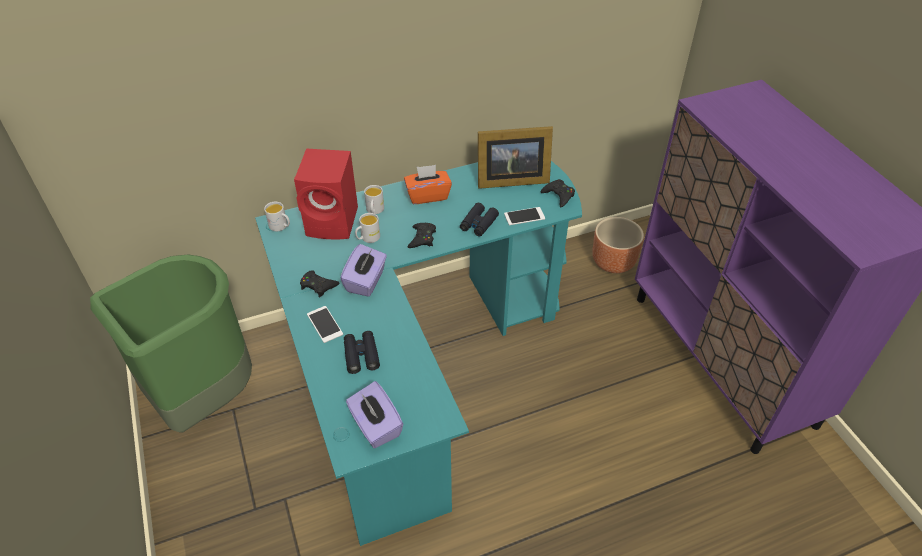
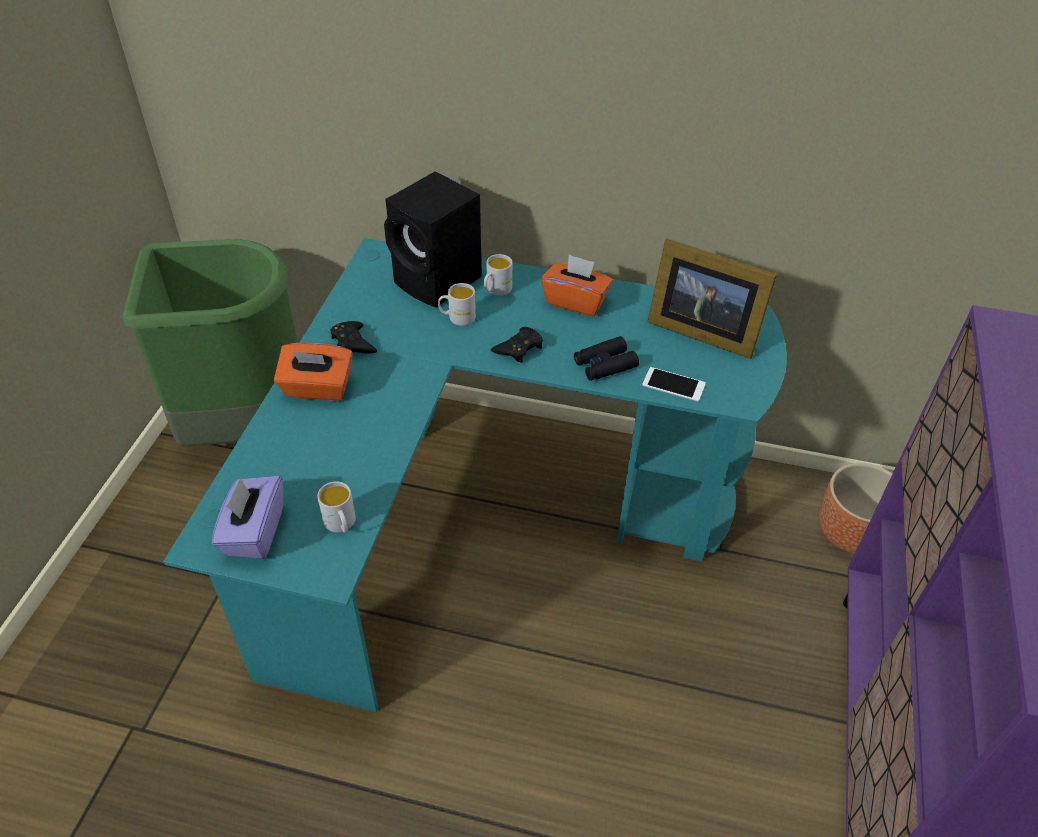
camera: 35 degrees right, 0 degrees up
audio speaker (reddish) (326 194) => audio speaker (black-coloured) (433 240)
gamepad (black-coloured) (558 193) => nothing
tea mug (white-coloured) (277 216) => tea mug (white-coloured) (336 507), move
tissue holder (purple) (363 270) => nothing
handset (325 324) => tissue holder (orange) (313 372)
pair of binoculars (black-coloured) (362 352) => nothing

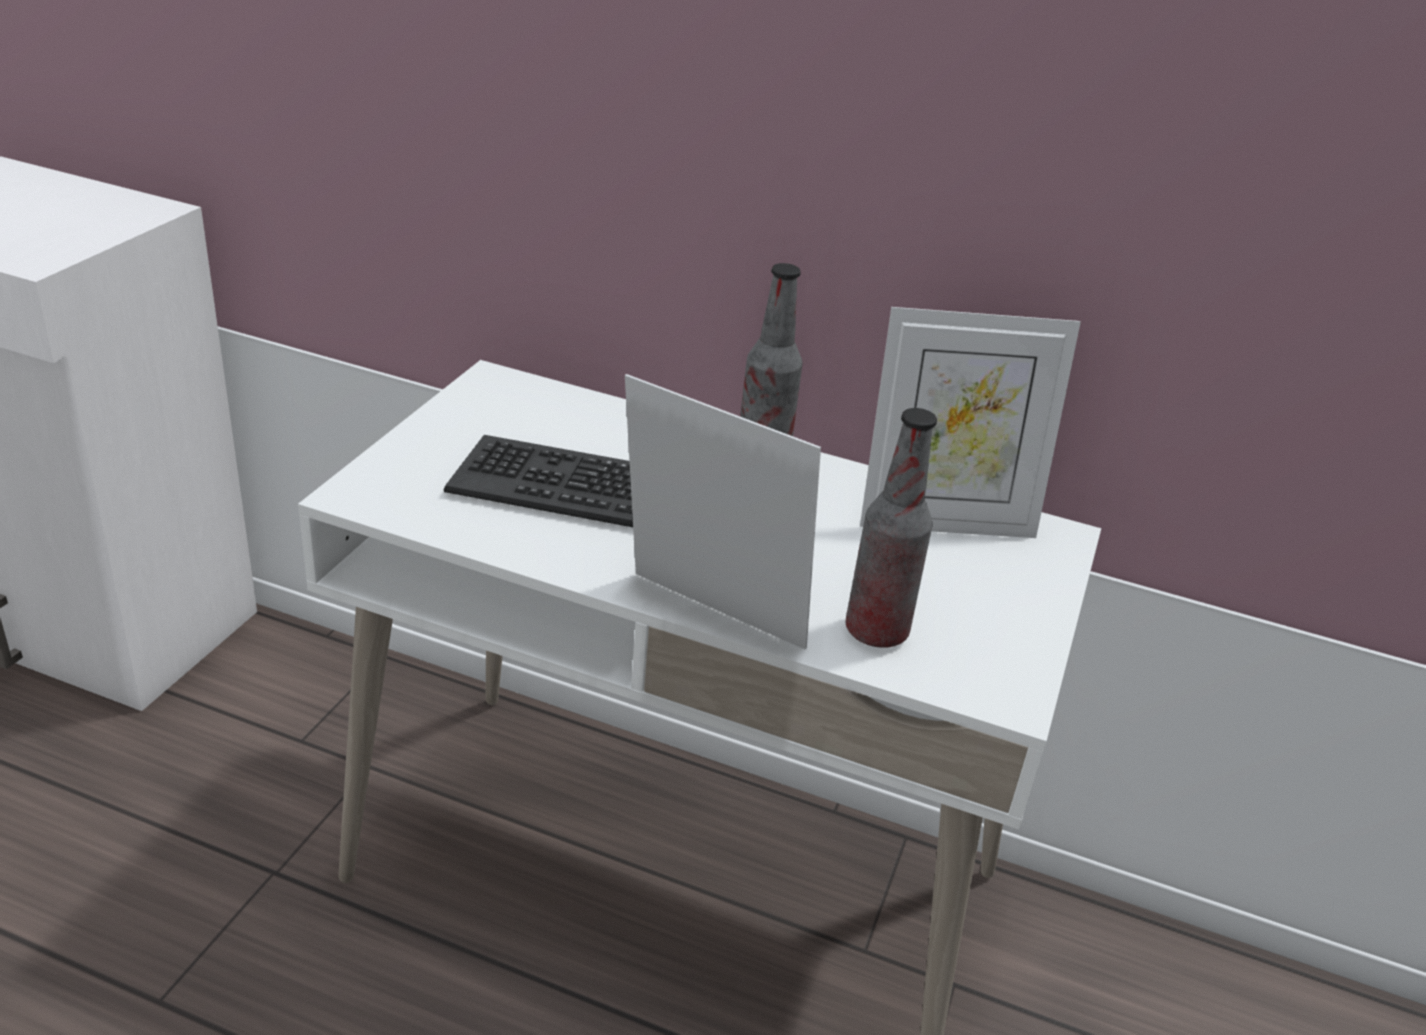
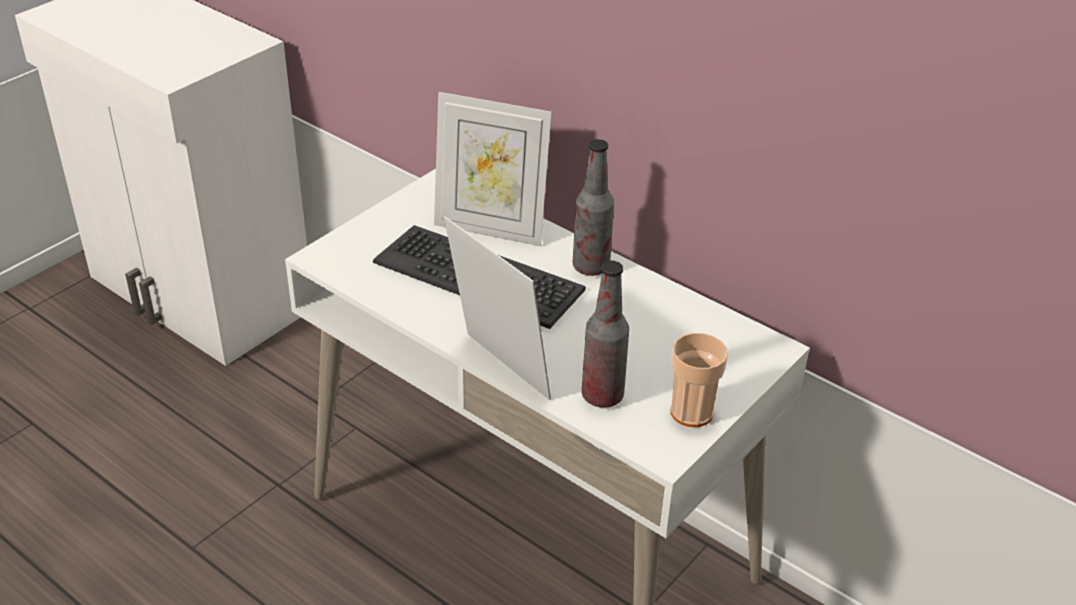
camera: 20 degrees right, 5 degrees up
standing frame (970 422) => standing frame (493 169), move
nothing => small cup (699 380)

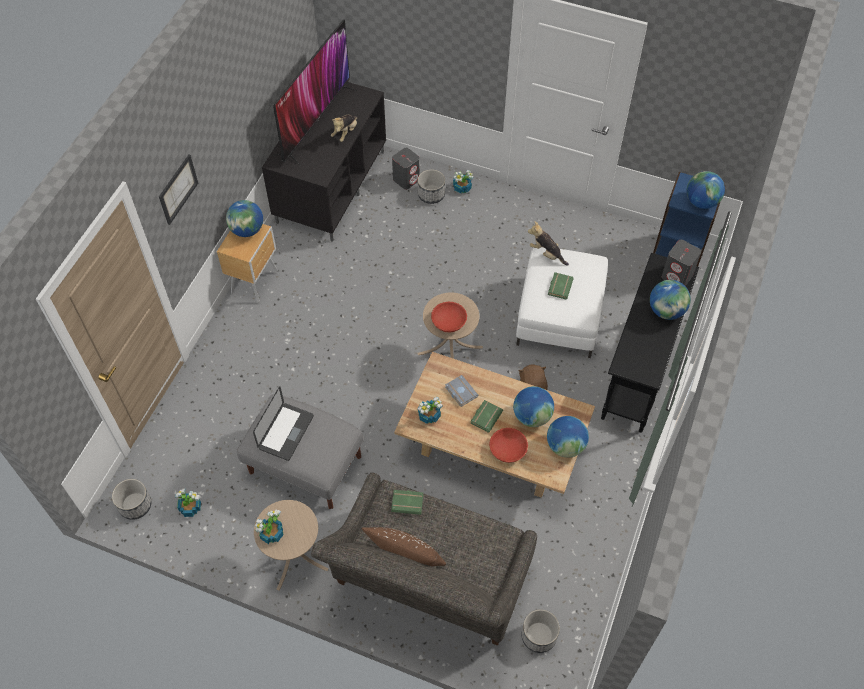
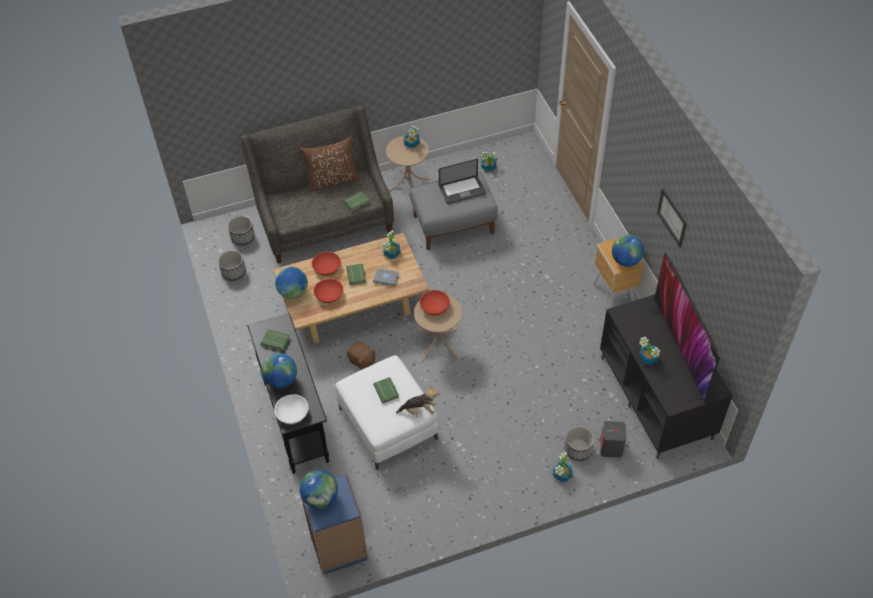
camera: 140 degrees right, 5 degrees down
cuddly toy (344 128) => houseplant (649 351)
wall art (178 189) => wall art (672 218), move
audio speaker (grey) (681 263) => bowl (white-coloured) (291 409)
notebook computer (283 423) => notebook computer (462 181), 90 degrees counterclockwise
world globe (533 406) => bowl (reddish) (328 290)
planter (131 499) => planter (232 265), move
nothing => volume (greenish) (276 340)

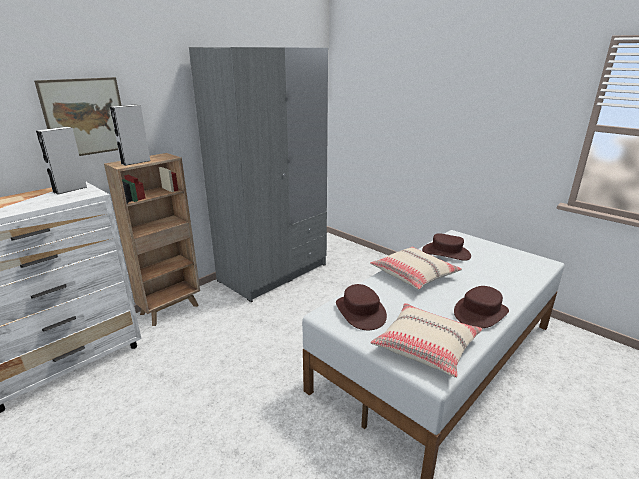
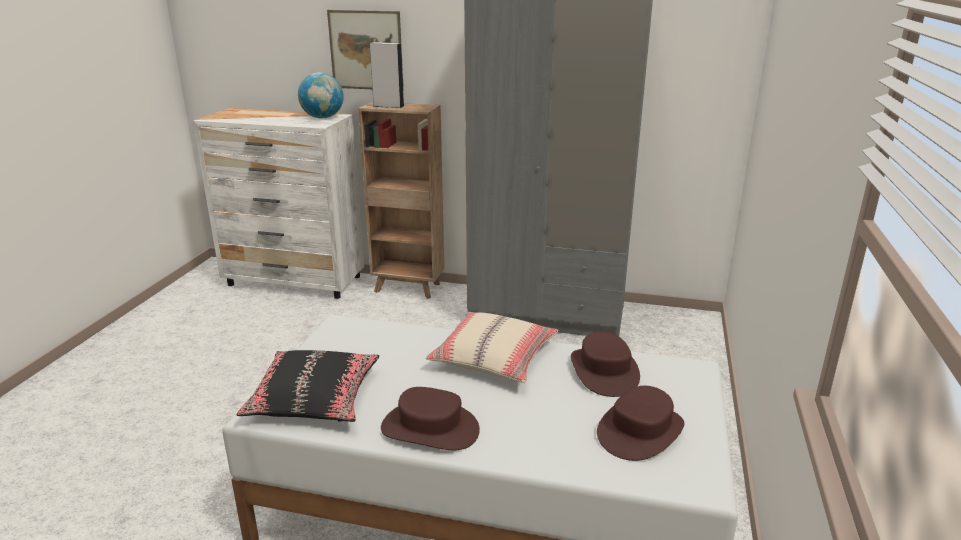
camera: 60 degrees right, 0 degrees up
audio speaker (grey) (61 160) => world globe (321 95)
wearable hat (brown) (361 307) => wearable hat (brown) (640 423), move
cushion (beige) (427 340) => cushion (black-coloured) (307 386)

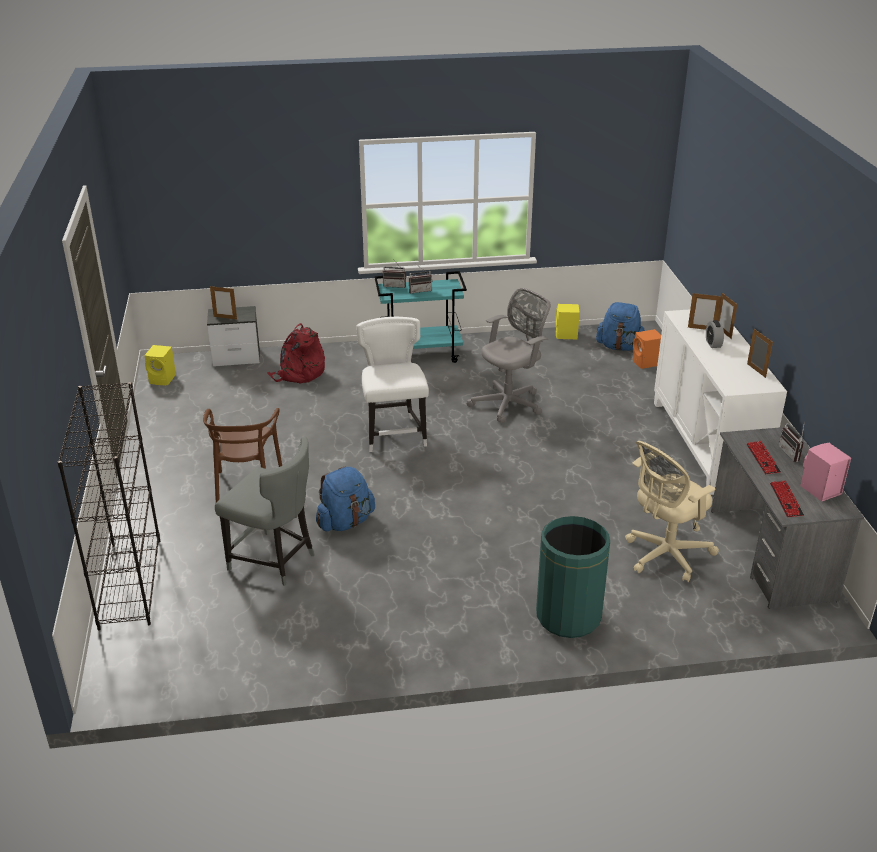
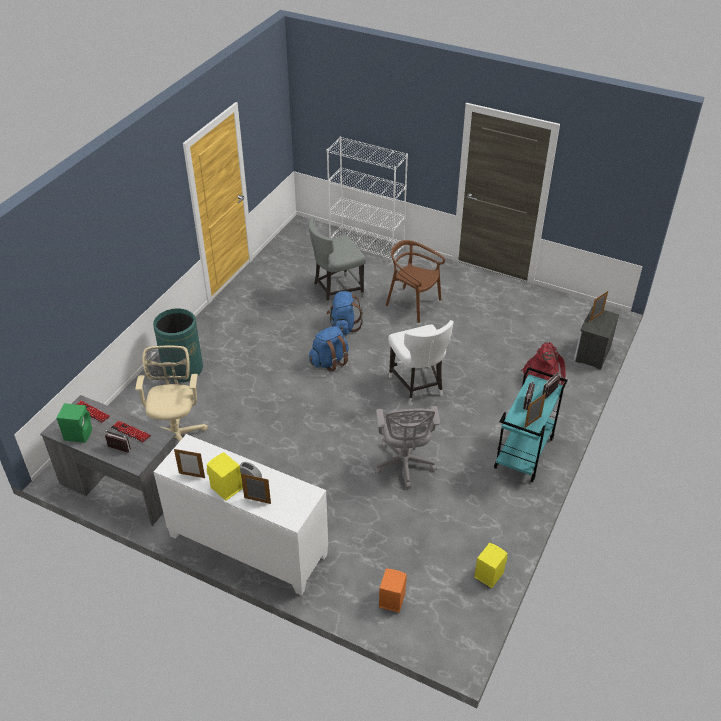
camera: 125 degrees right, 10 degrees up
standing frame (705 311) => standing frame (535 410), move
knapsack (bluish) (620 326) => knapsack (bluish) (329 349), move
plain chair (white-coloured) (392 384) => plain chair (white-coloured) (421 362), 45 degrees clockwise
audio speaker (yellow-coloured) (160 365) => audio speaker (yellow-coloured) (225 476), move
bookcase (black-coloured) (109 506) => bookcase (white-coloured) (367 200)
audio speaker (pink) (825 472) => audio speaker (greenish) (74 423)

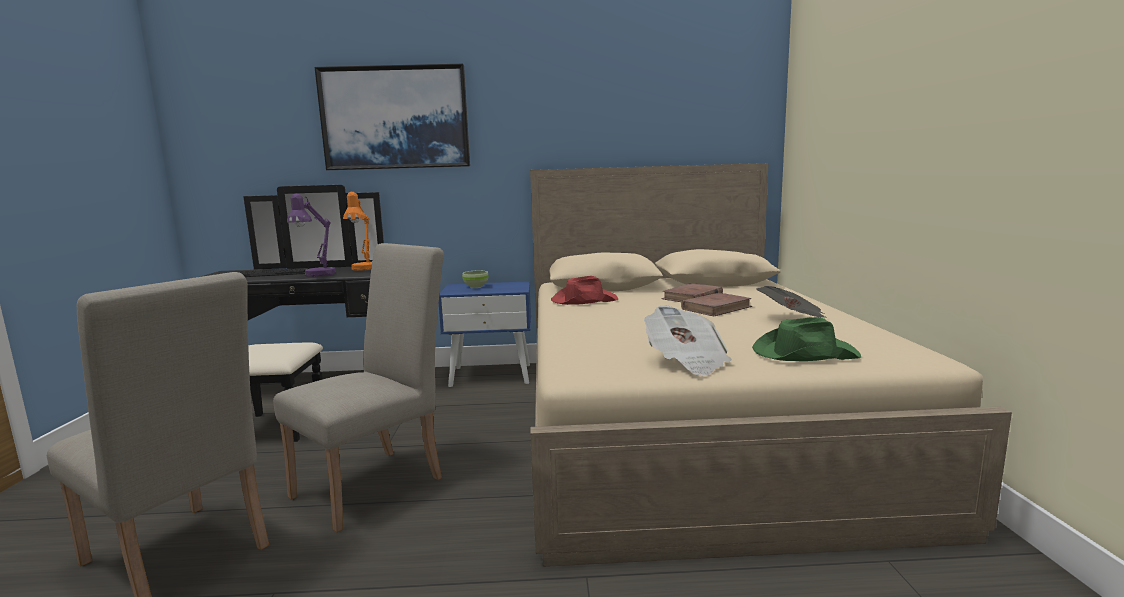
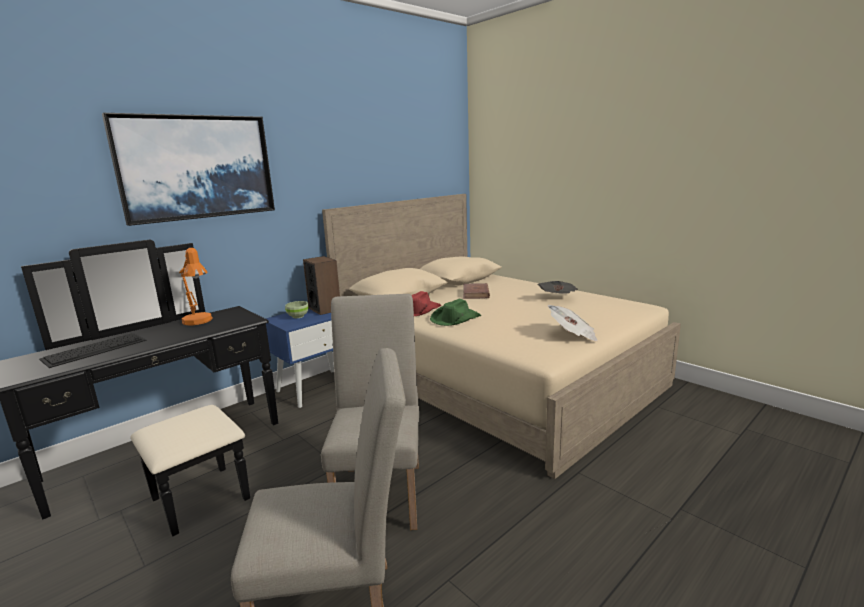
camera: 40 degrees left, 5 degrees up
table lamp (purple) (311 235) => nothing
volume (brown) (716 304) => nothing
wearable hat (greenish) (806 339) => wearable hat (greenish) (455 312), move
nothing => audio speaker (321 285)

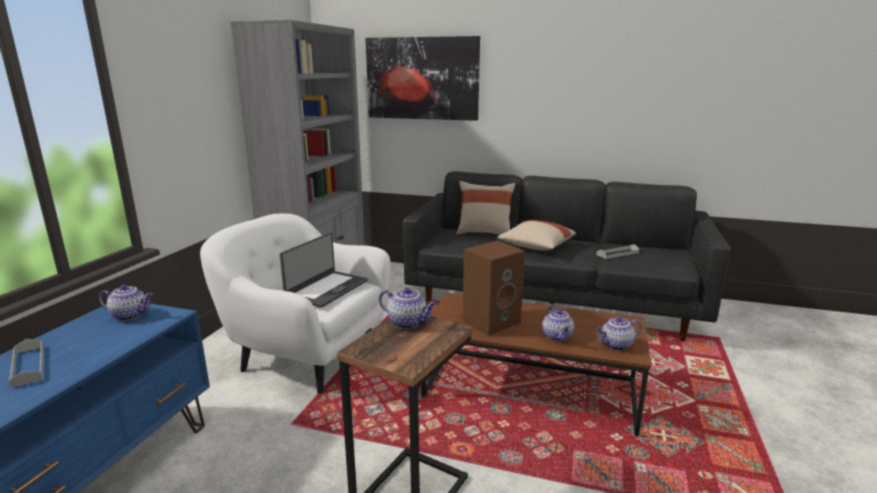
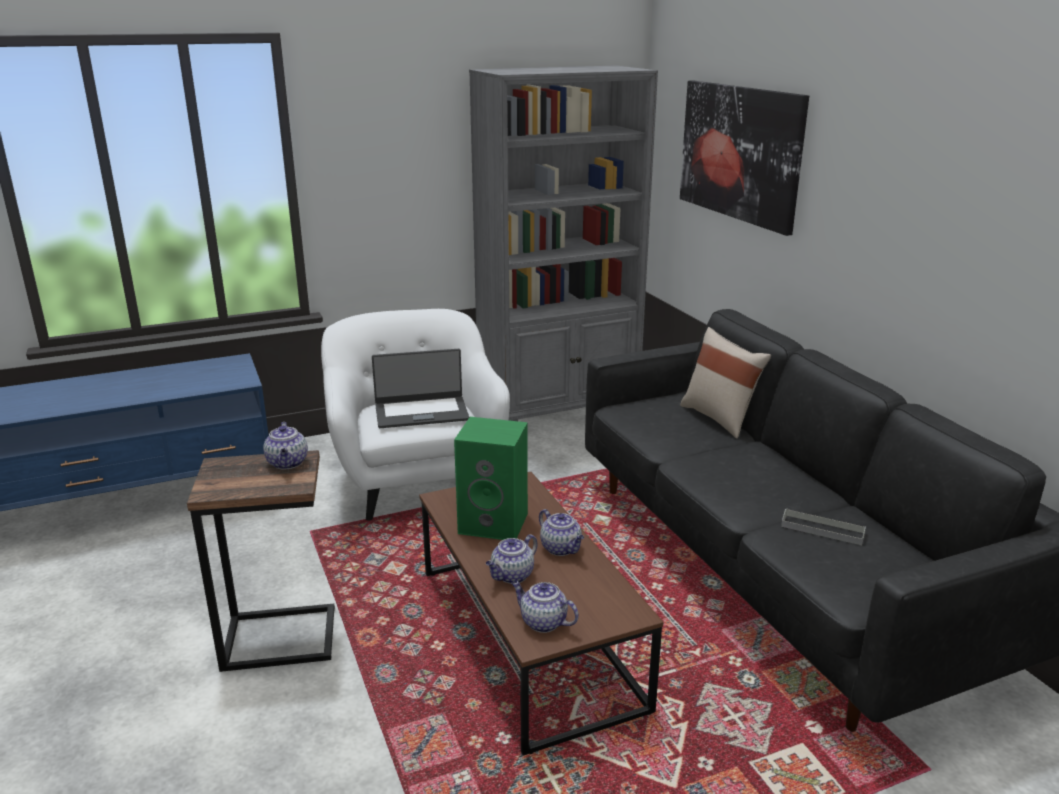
camera: 50 degrees right, 5 degrees up
cushion (beige) (536 235) => nothing
audio speaker (brown) (494 288) => audio speaker (greenish) (491 478)
teapot (125 303) => teapot (561 532), move
carrying tray (grey) (26 363) => nothing

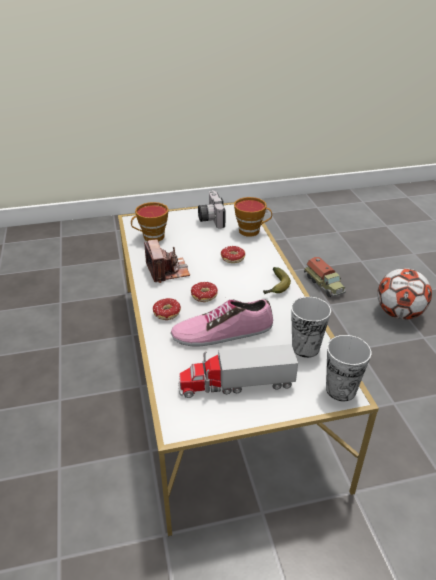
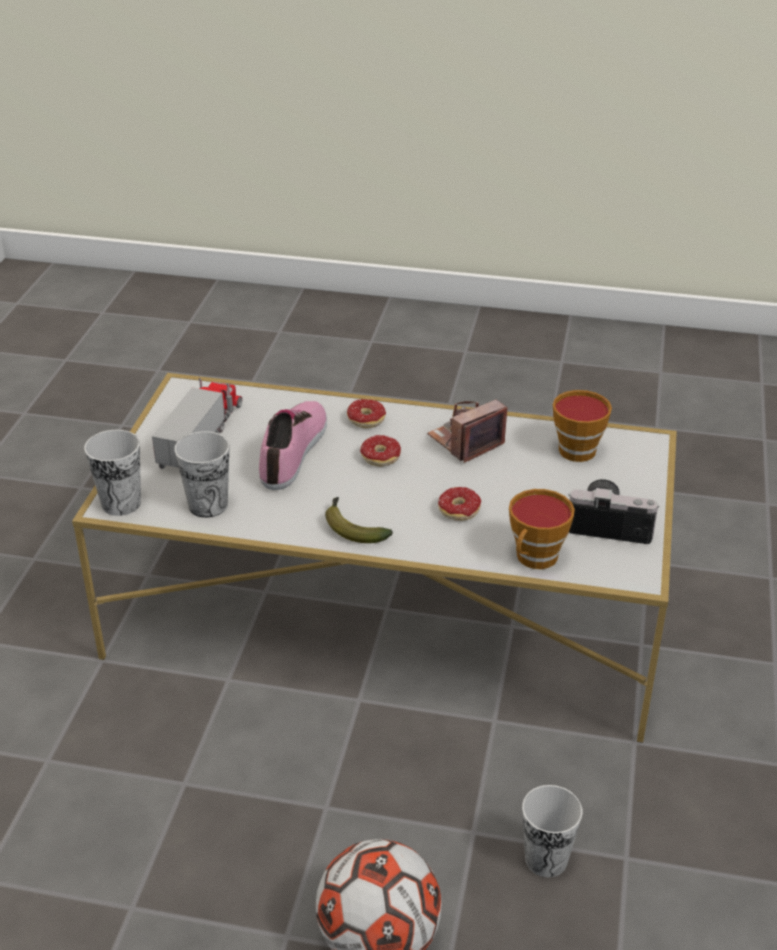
camera: 115 degrees right, 0 degrees up
still camera (167 261) => still camera (467 431), 135 degrees clockwise
toy lorry (325 277) => small cup (552 831)

